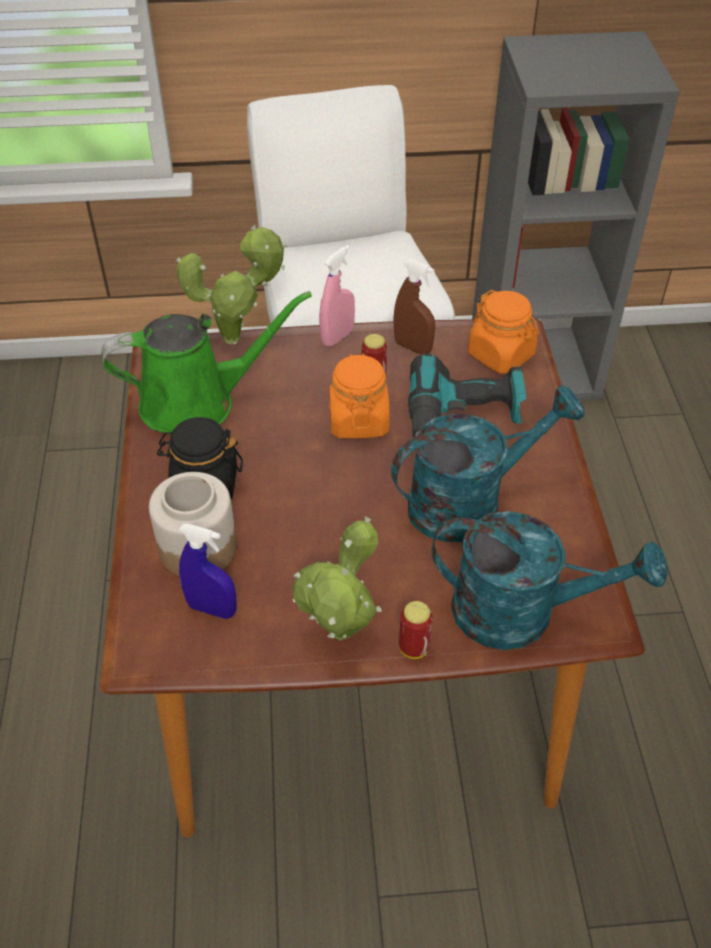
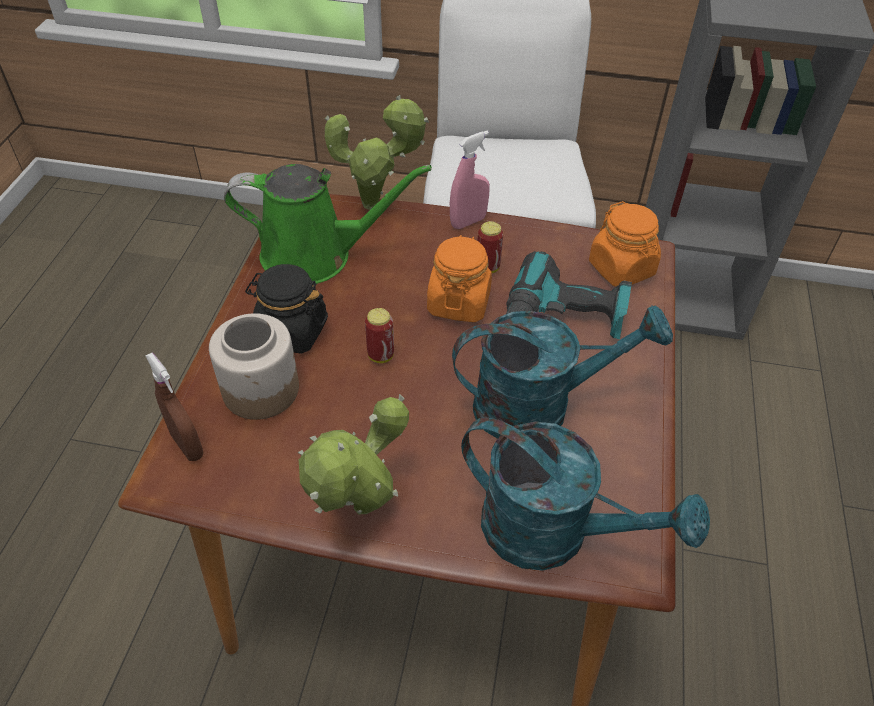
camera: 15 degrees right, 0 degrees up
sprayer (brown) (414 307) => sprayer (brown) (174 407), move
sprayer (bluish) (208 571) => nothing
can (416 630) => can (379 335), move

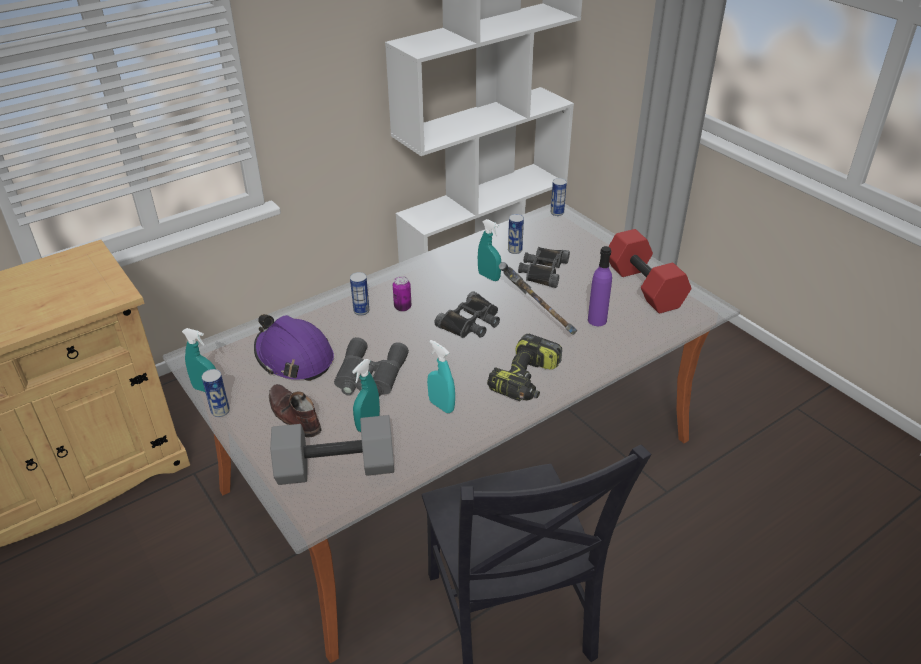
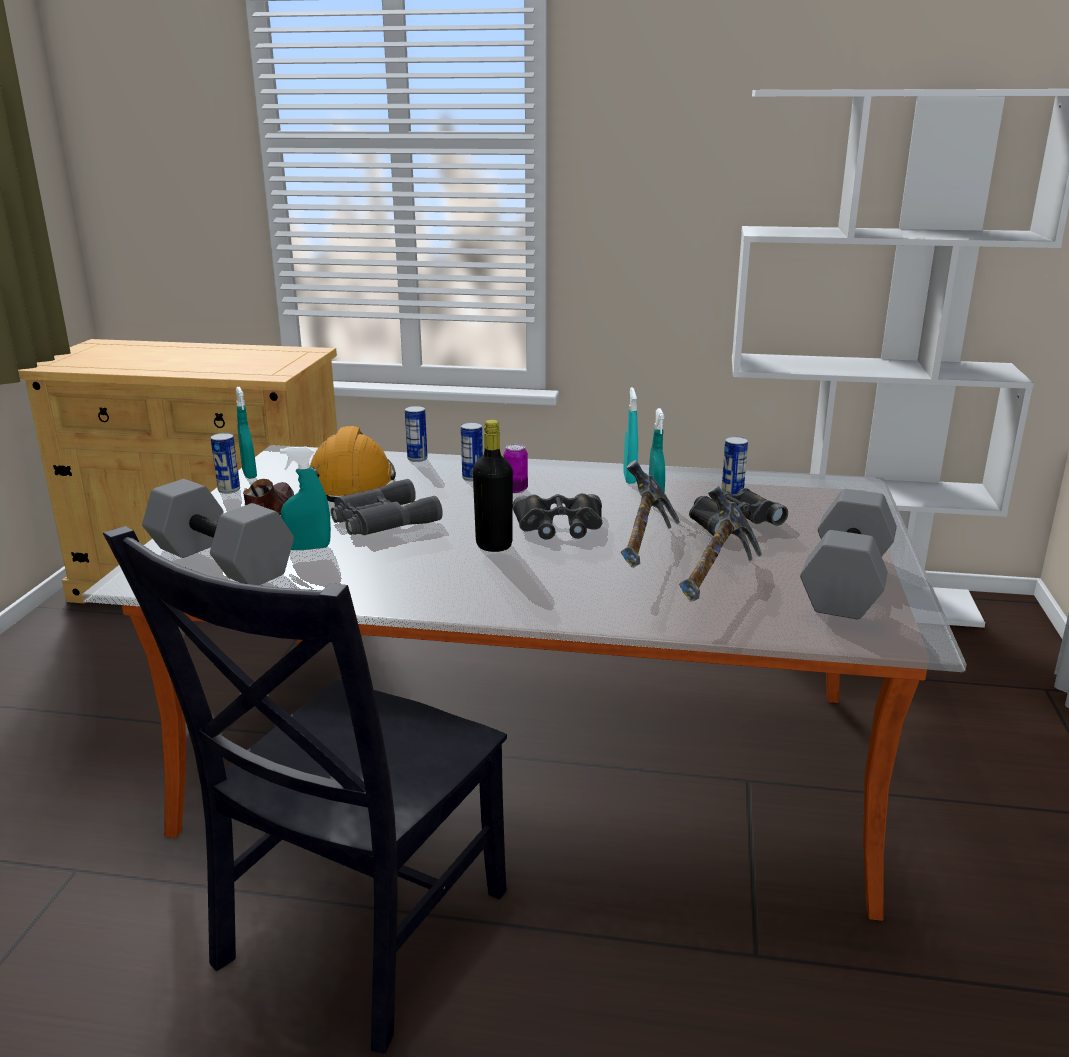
camera: 45 degrees right, 15 degrees down
can (559 197) => can (416 434), move
hand weight (reddish) (649 271) => hand weight (grey) (848 554)
bottle (purple) (600 286) => hand hammer (720 543)
work helmet (purple) (294 347) => work helmet (orange) (352 464)
electric drill (524 367) => nothing
sprayer (blue-green) (441 376) => sprayer (blue-green) (630 435), move
nothing => bottle (black-coloured) (493 486)

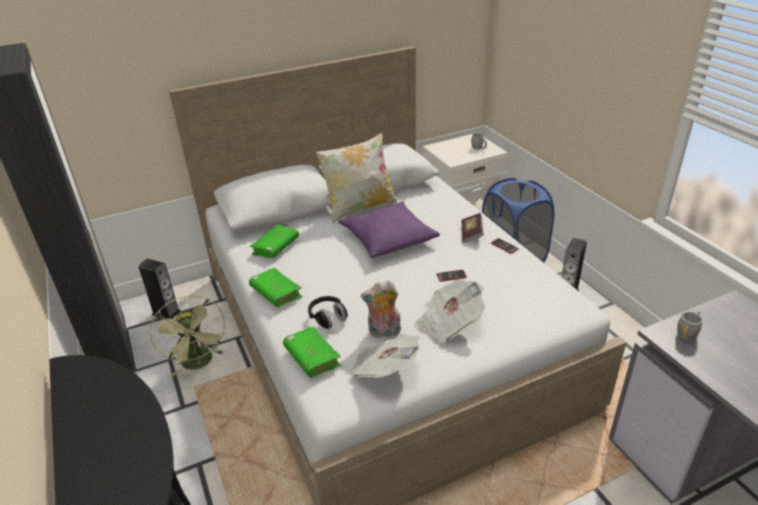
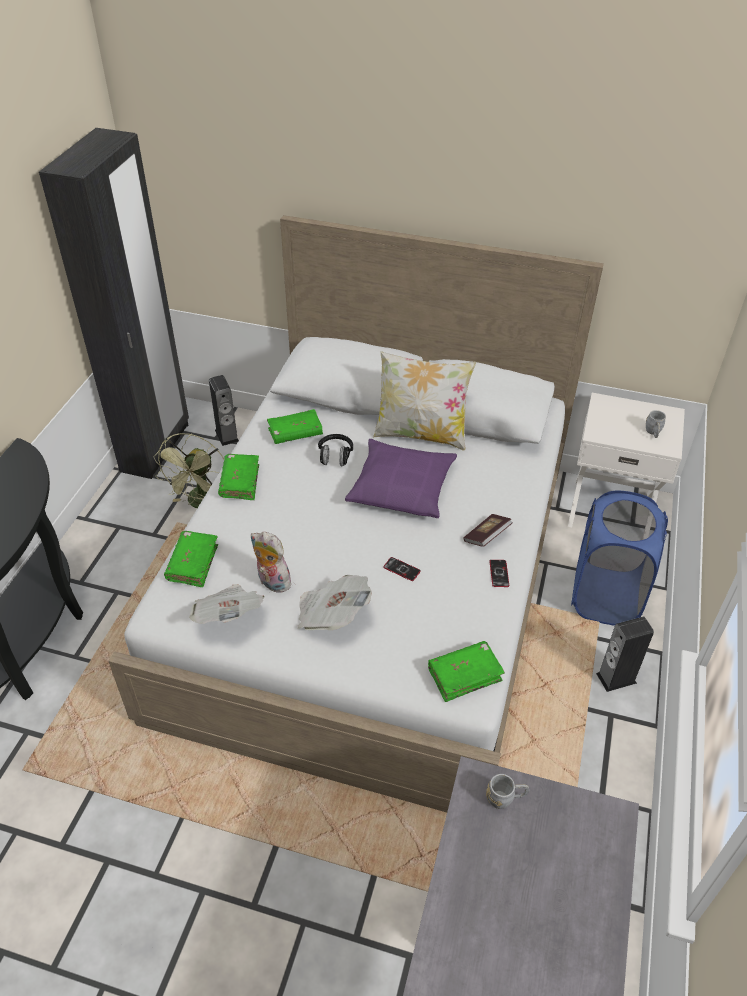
camera: 40 degrees right, 10 degrees up
pair of headphones (black-coloured) (328 312) => pair of headphones (black-coloured) (335 450), move
nothing => volume (greenish) (466 671)

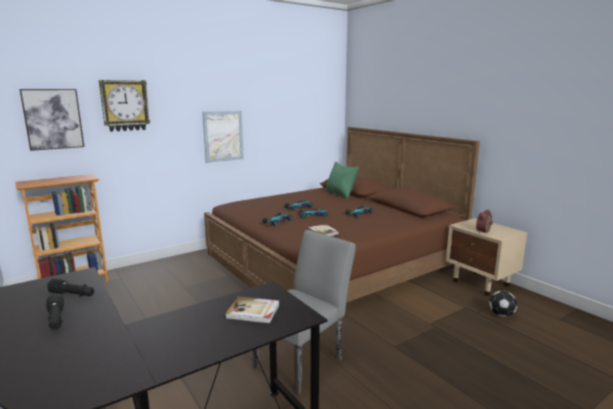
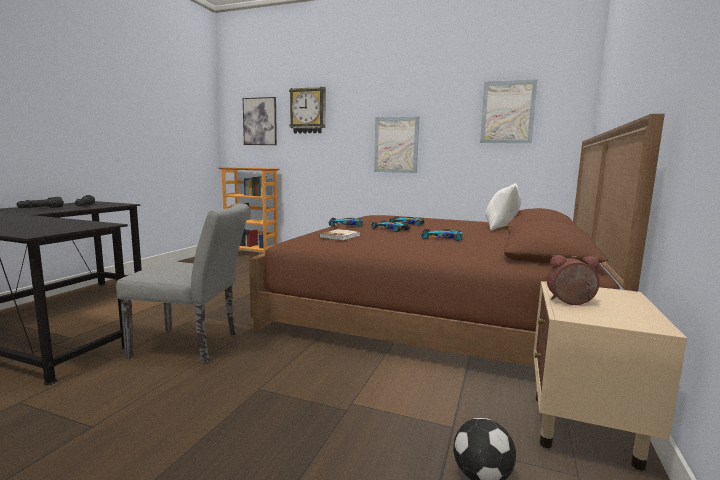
camera: 55 degrees right, 5 degrees down
cushion (greenish) (342 180) => cushion (white-coloured) (503 207)
volume (252 310) => nothing
nothing => wall art (509 111)

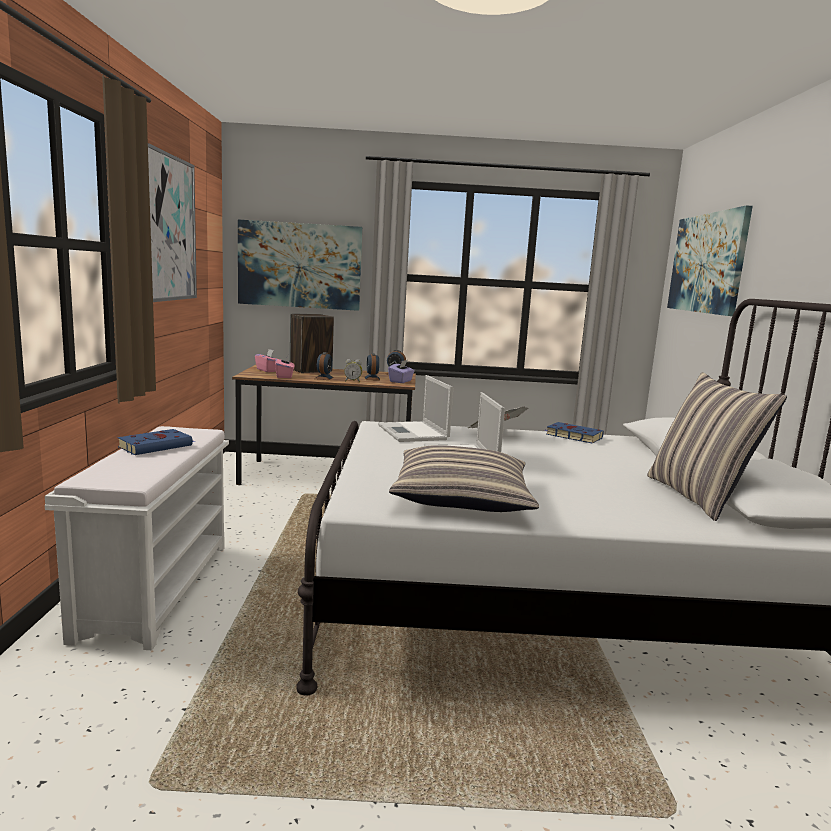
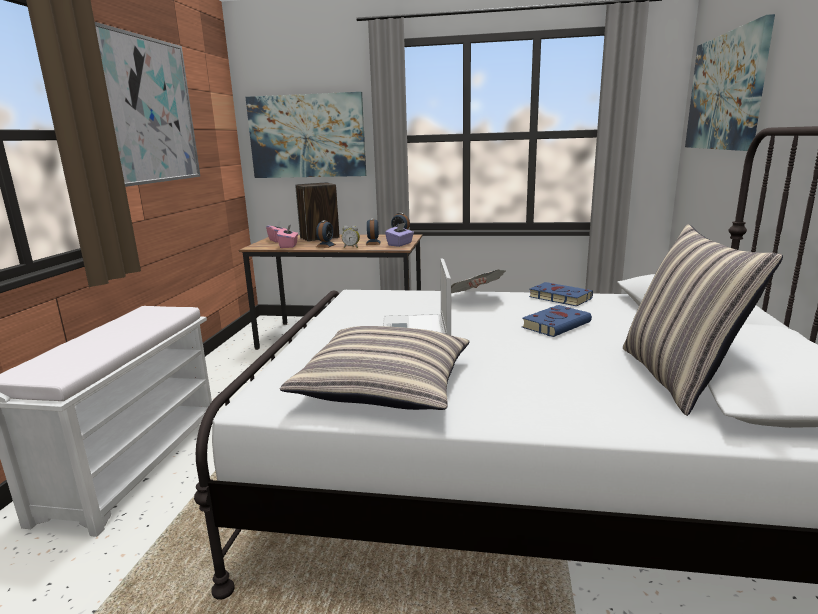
camera: 10 degrees right, 5 degrees up
notebook computer (415 408) => nothing
volume (bluish) (156 442) => volume (bluish) (557 321), move

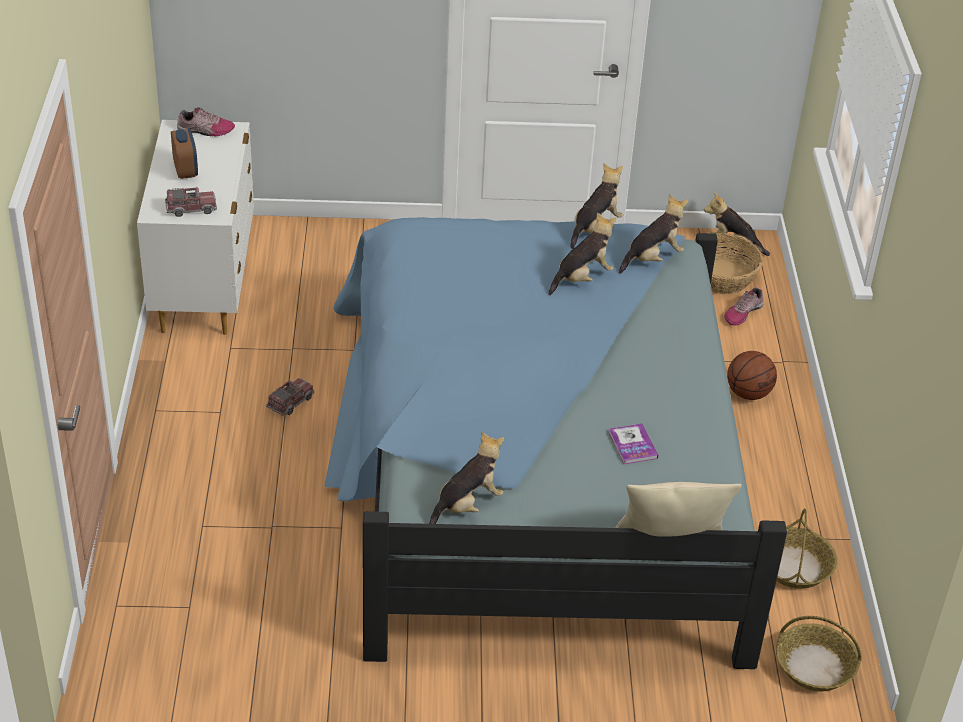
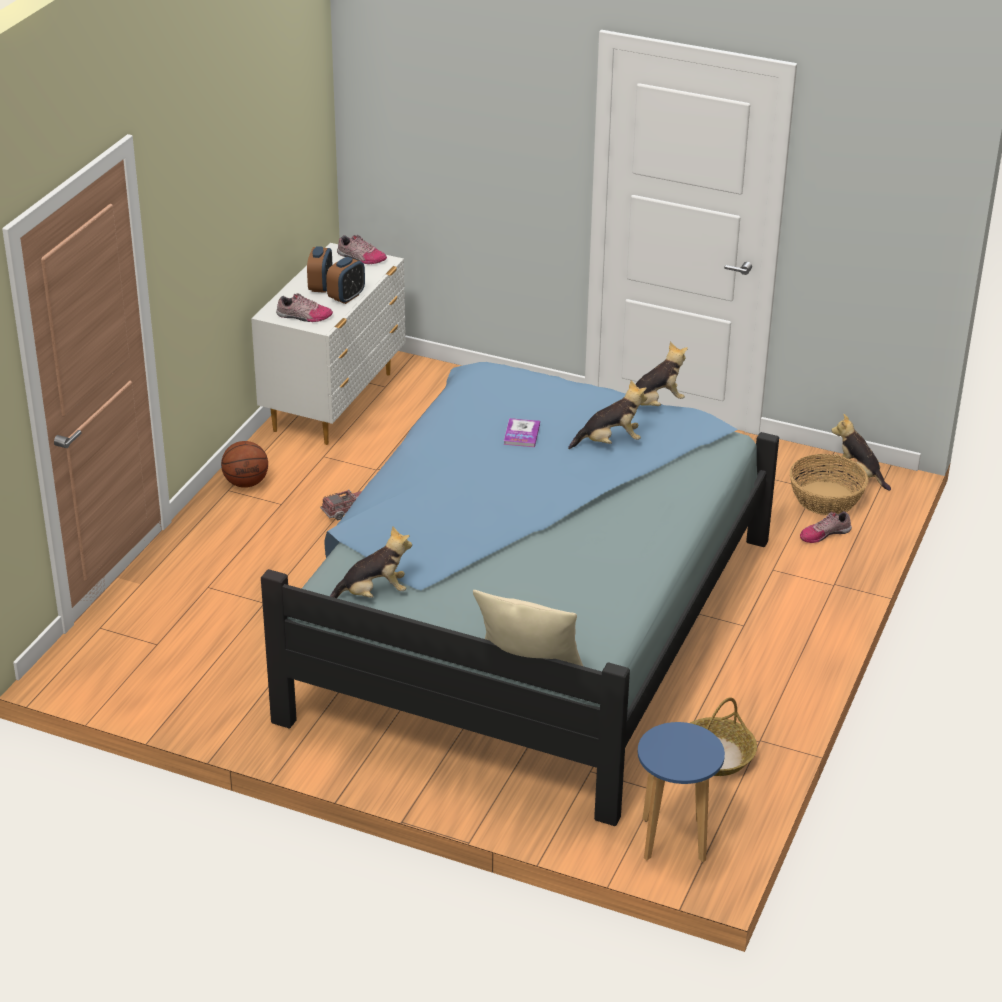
camera: 25 degrees right, 5 degrees down
toy lorry (191 202) => low shoe (304 307)
cuddly toy (653 234) => nothing
basketball ball (752 375) => basketball ball (244 464), move
volume (633 443) => volume (522 432), move
storage basket (819 653) => sitting stool (bluish) (681 792)
nothing => alarm clock (345 280)

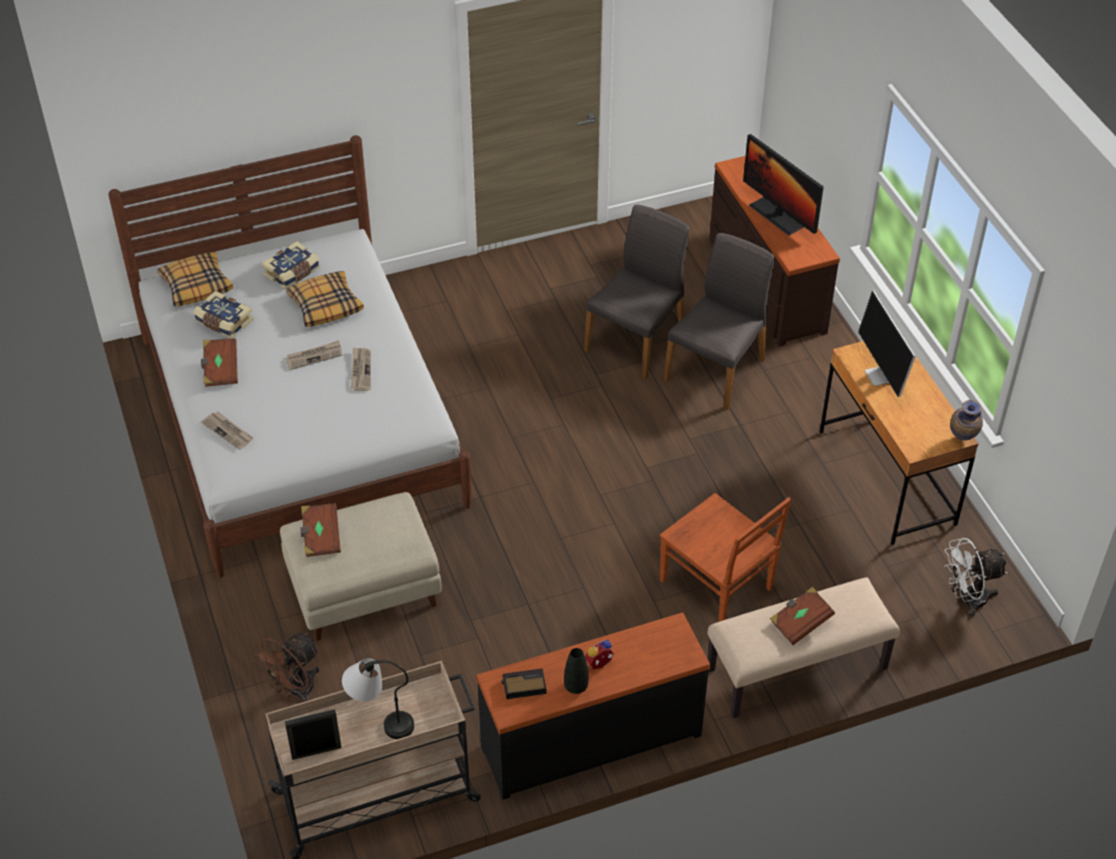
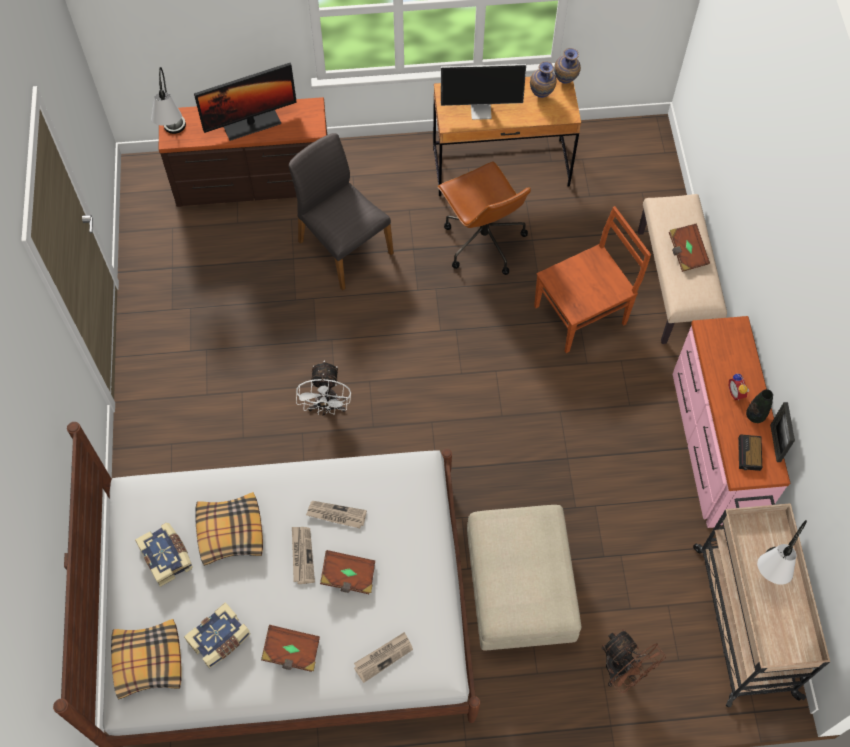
camera: 75 degrees left, 15 degrees up
plain chair (grey) (637 292) => nothing
volume (brown) (320 530) => volume (brown) (347 572), move
fan (white-coloured) (976 577) => fan (white-coloured) (323 388), move
dresser (black-coloured) (593 706) => dresser (pink) (731 422)
standing frame (313 734) => standing frame (782 432), move
nothing => vase (543 79)
nothing => table lamp (168 100)
nothing => office chair (brown) (484 218)

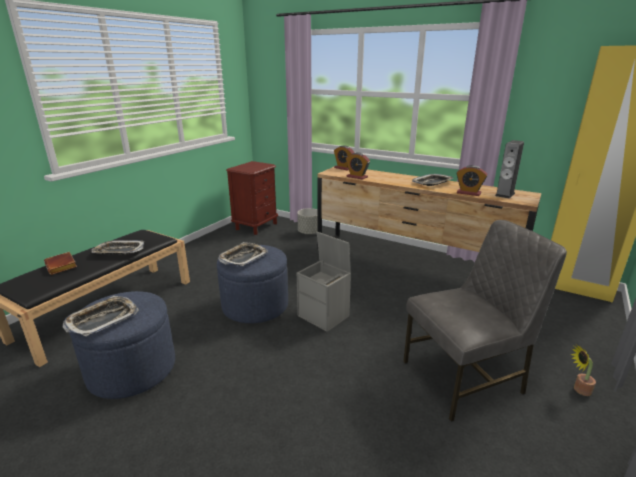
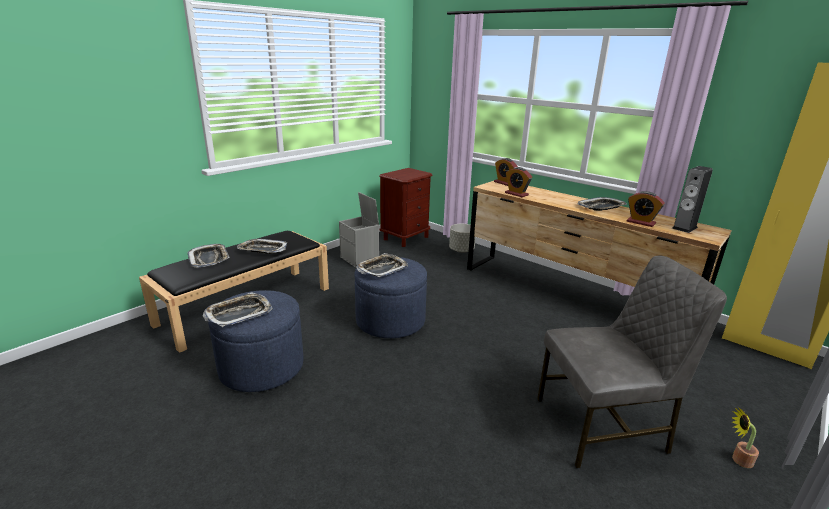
camera: 10 degrees right, 0 degrees up
storage bin (grey) (324 282) => storage bin (grey) (359 230), move
volume (brown) (60 263) => carrying tray (208 256)

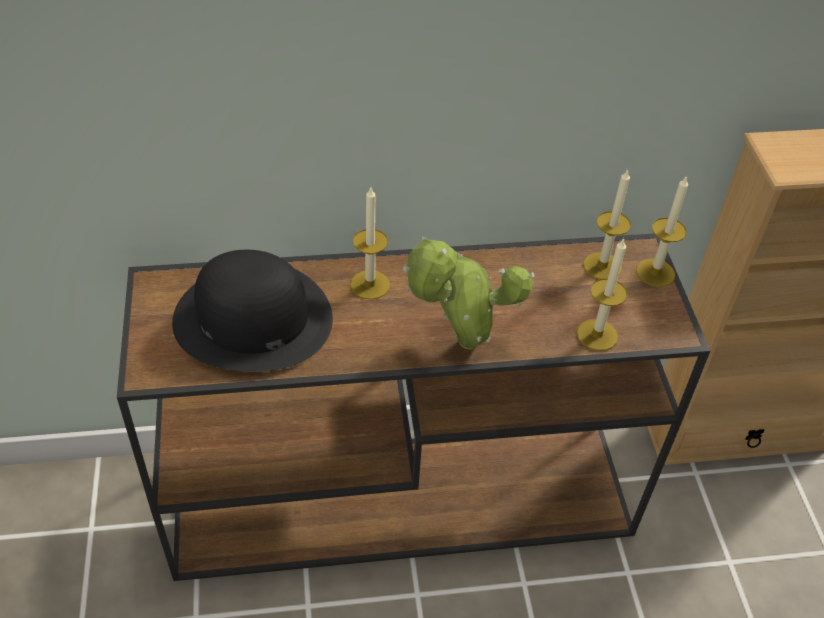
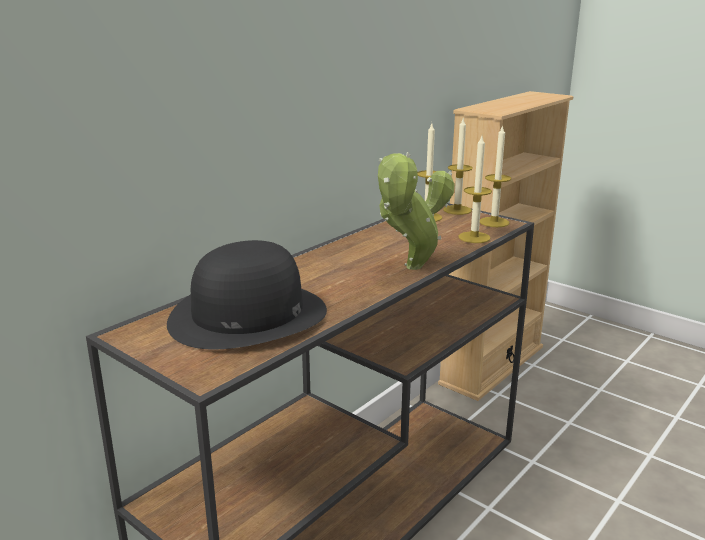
camera: 40 degrees left, 25 degrees down
wax light (370 244) => wax light (495 176), move

